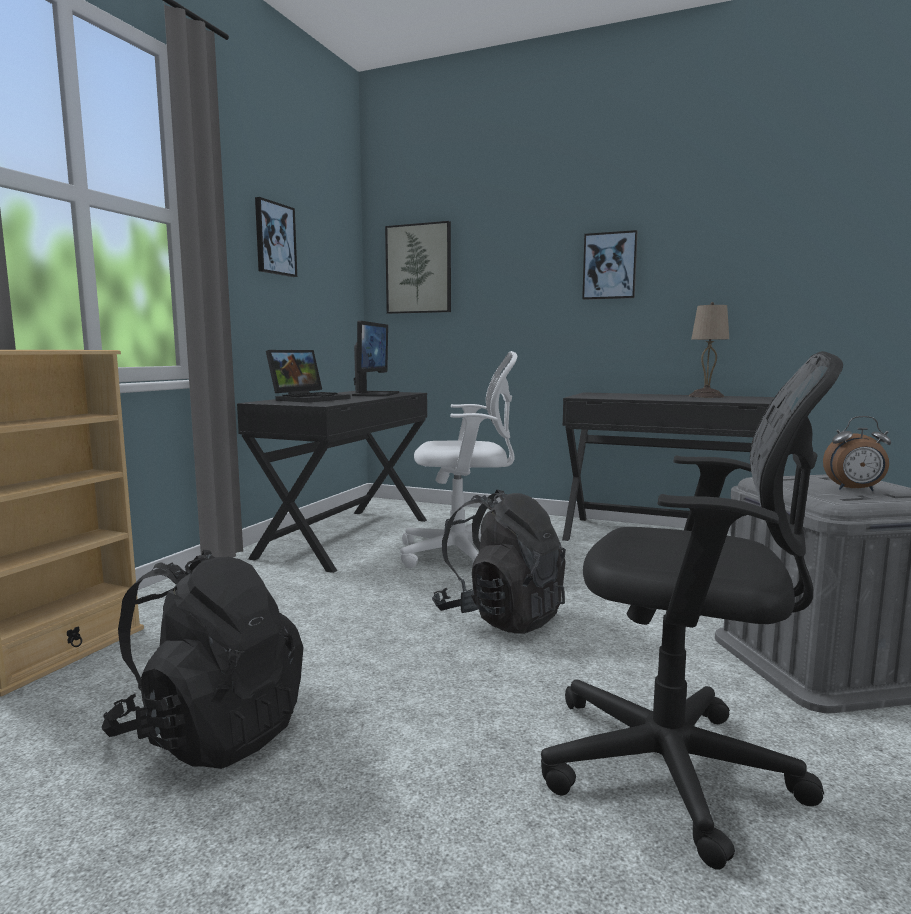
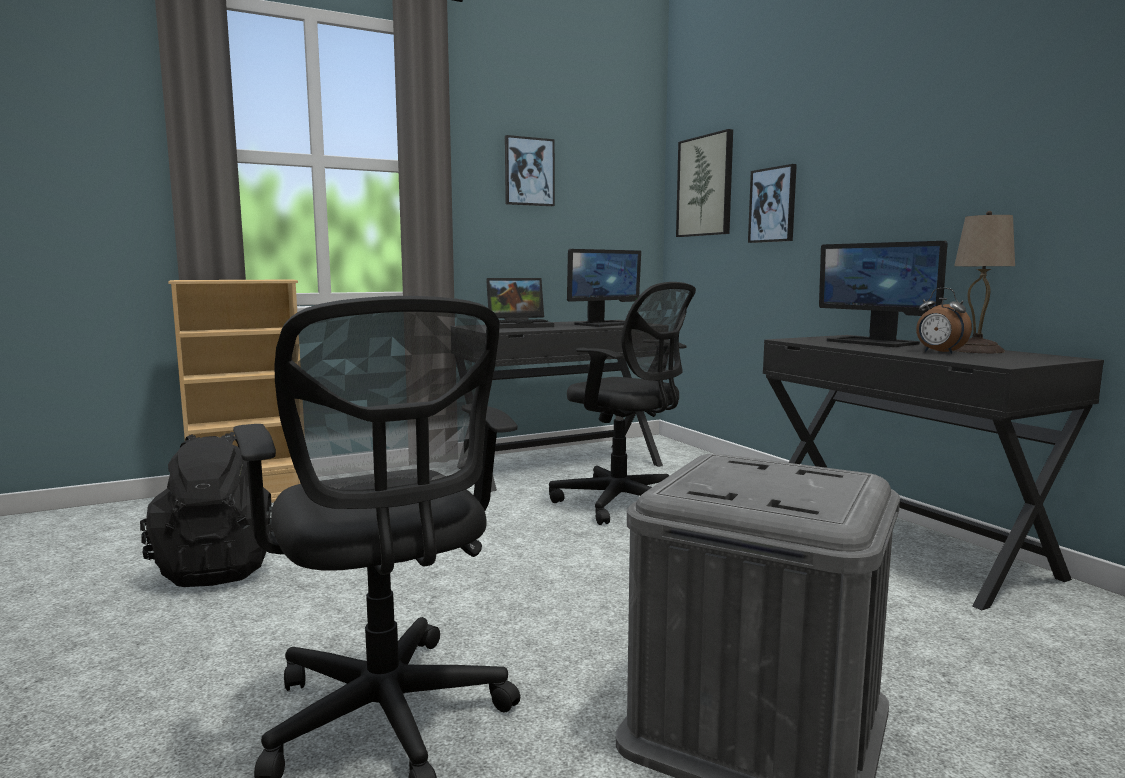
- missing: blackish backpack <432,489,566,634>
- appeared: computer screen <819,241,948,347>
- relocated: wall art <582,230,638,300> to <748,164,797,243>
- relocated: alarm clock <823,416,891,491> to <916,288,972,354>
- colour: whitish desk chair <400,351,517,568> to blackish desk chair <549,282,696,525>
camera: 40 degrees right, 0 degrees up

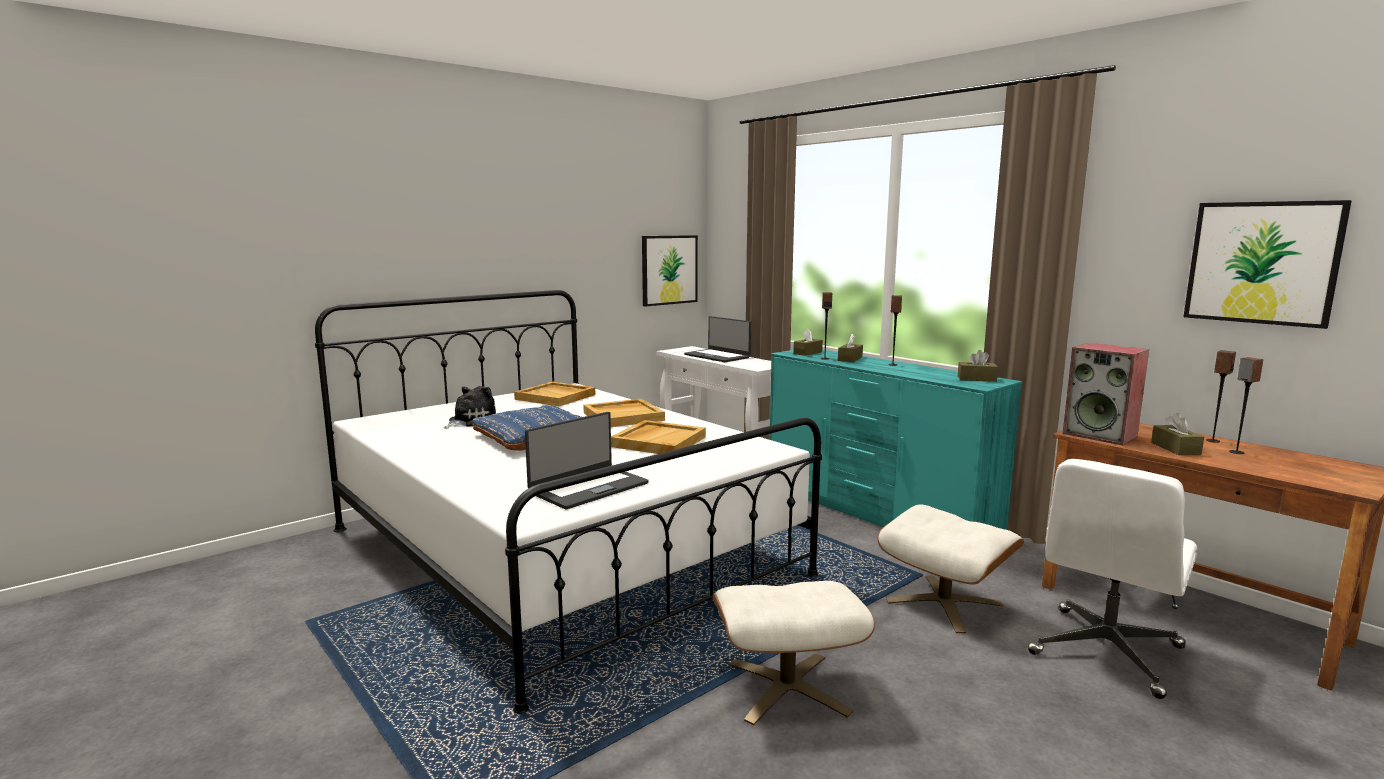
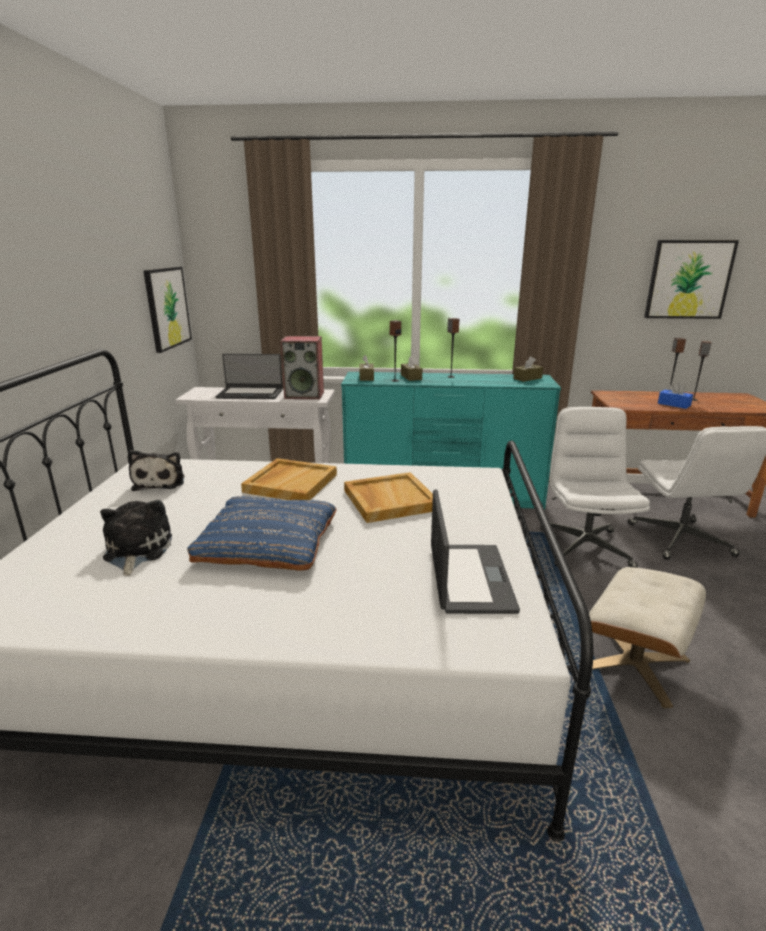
- relocated: speaker <1063,343,1149,445> to <280,336,324,399>
- exchanged: beige serving tray <514,382,595,406> to plush toy <128,450,184,491>
- exchanged: beige pouffe <877,505,1024,634> to whitish desk chair <540,407,650,568>
- colour: brown-coloured tissue box <1151,413,1204,455> to blue tissue box <658,382,693,409>
camera: 45 degrees left, 10 degrees up

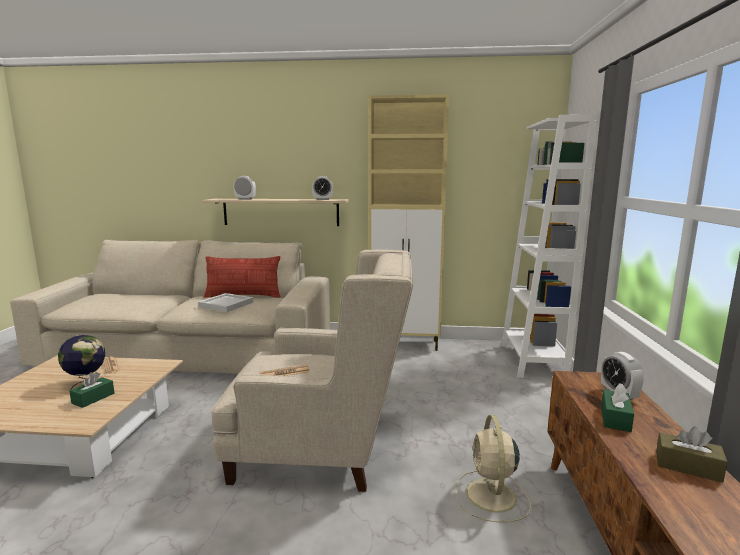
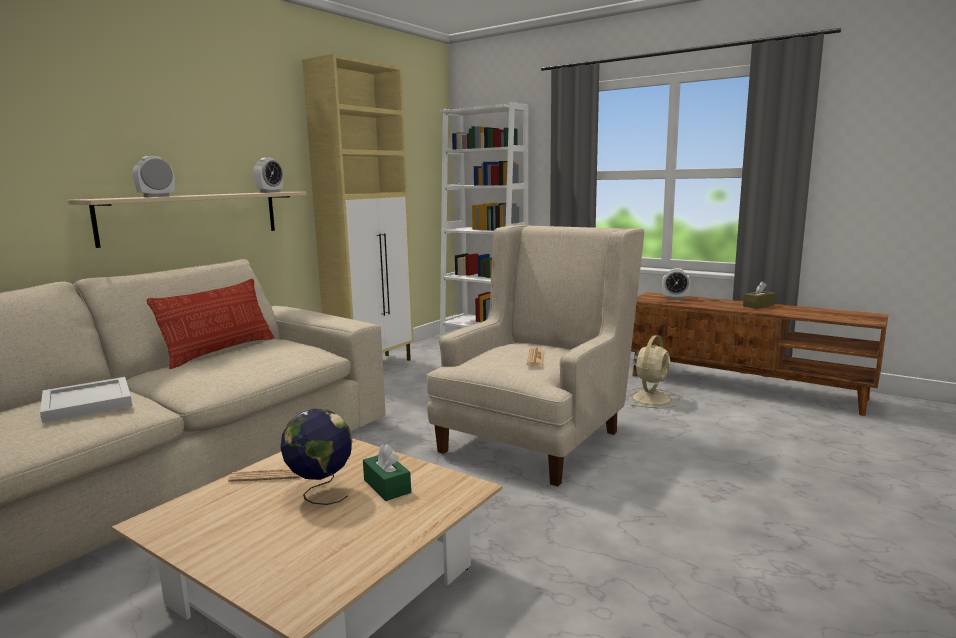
- missing: green-coloured tissue box <601,383,634,432>
- relocated: whitish serving tray <198,293,254,312> to <40,377,132,423>
- spun: beige cooling fan <455,415,531,522> = <626,335,681,409> 90 degrees counterclockwise
camera: 60 degrees left, 0 degrees up

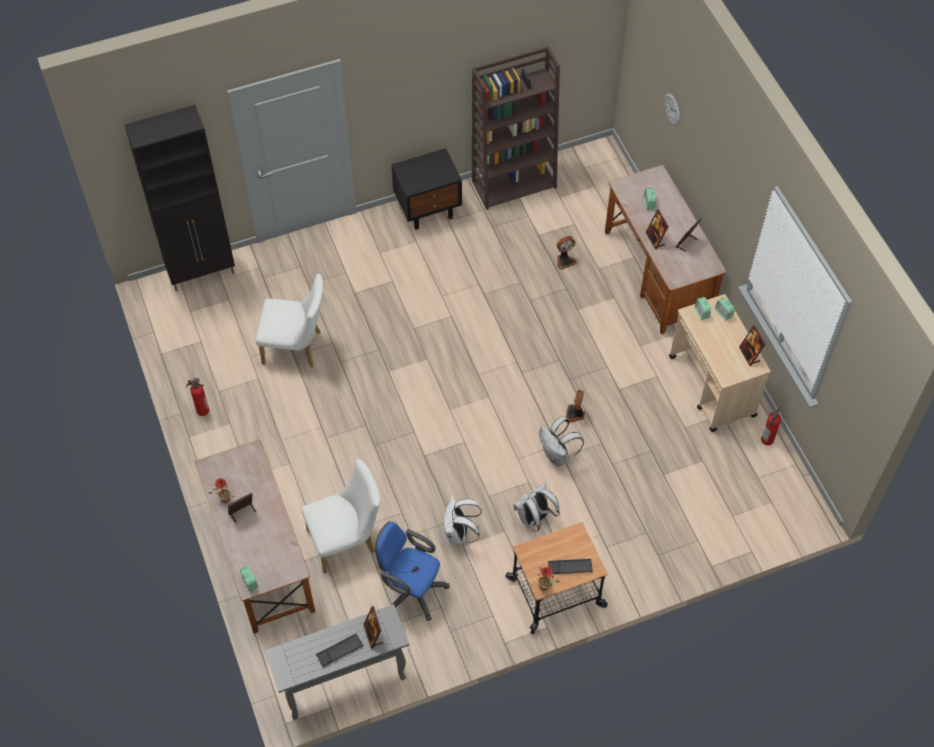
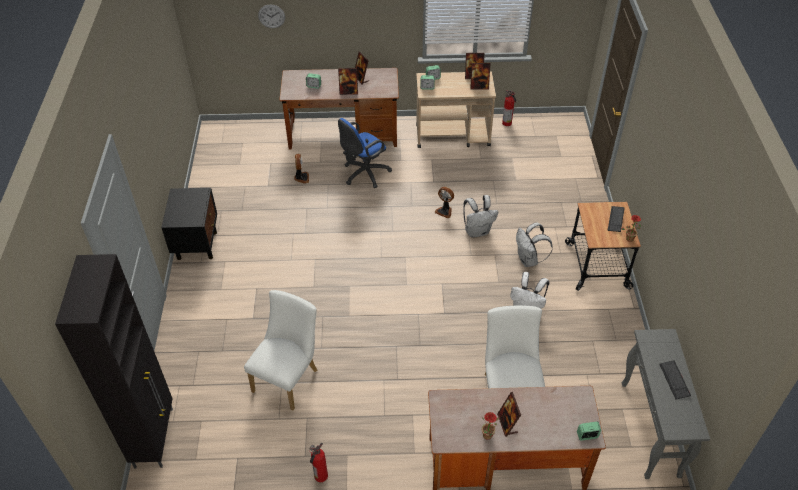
- missing: brown-coloured bookcase <472,46,560,210>
- relocated: picture frame <363,606,384,649> to <470,63,490,90>
- relocated: blue desk chair <375,522,450,621> to <338,118,392,188>
camera: 70 degrees left, 10 degrees down

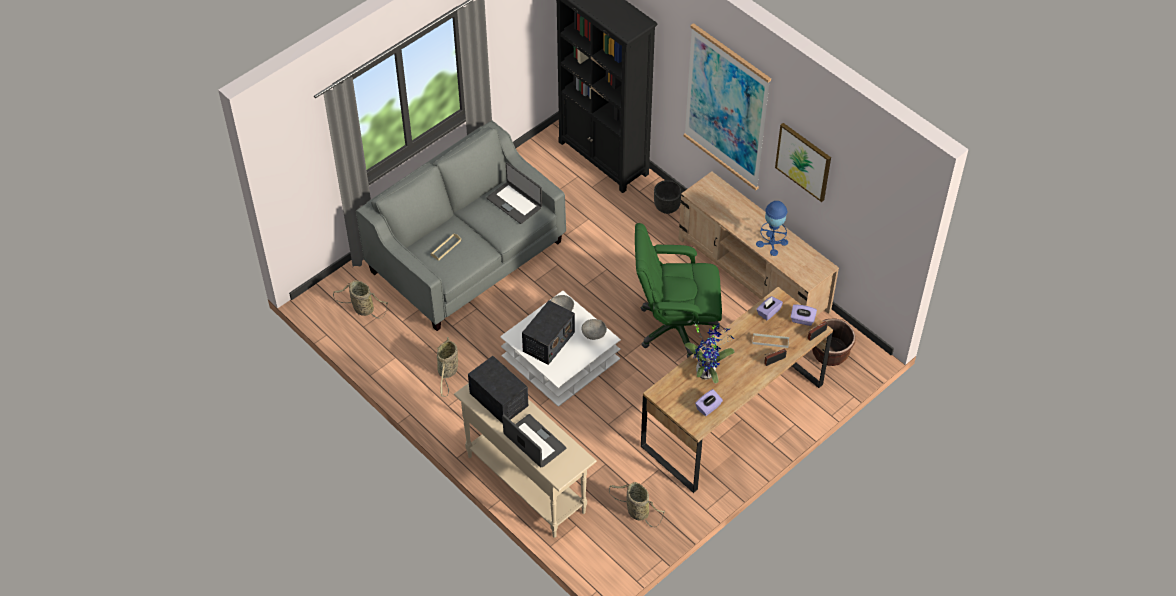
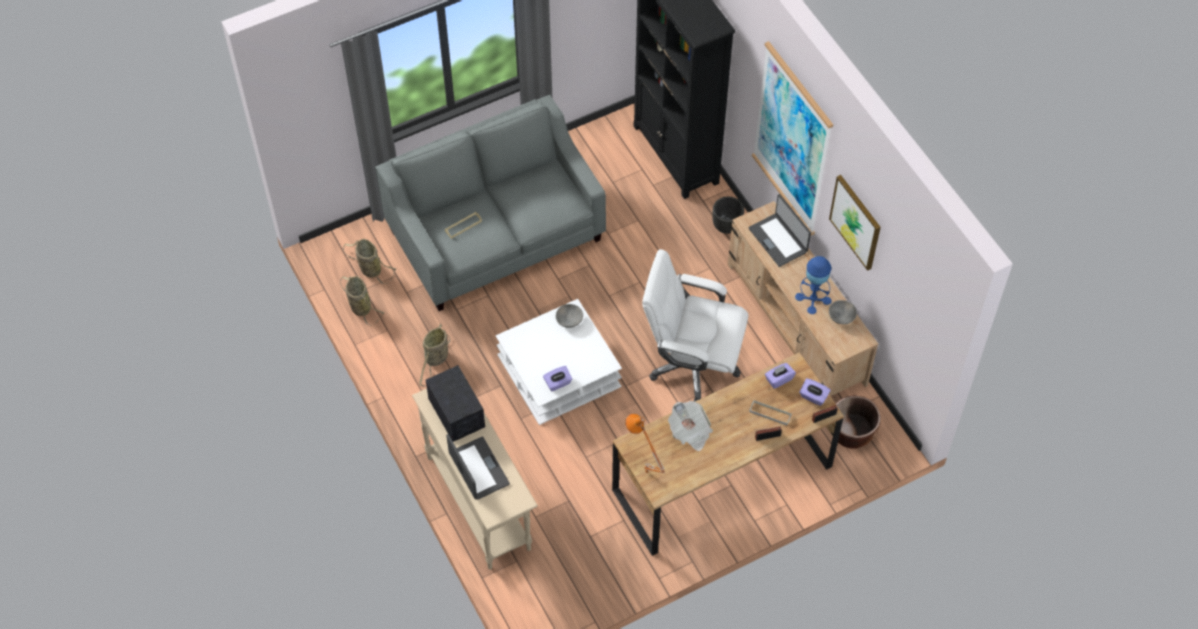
- missing: radio <522,300,575,365>
- appeared: orange tabletop lamp <625,414,665,473>
- relocated: laptop <486,162,542,224> to <748,194,811,267>
- relocated: gray bowl <581,319,607,340> to <829,300,857,324>
- relocated: storage basket <609,482,665,527> to <340,276,384,326>
- relocated: purple tissue box <695,389,723,416> to <543,366,572,391>
- exchanged: plant in a pot <684,322,735,383> to newspaper <668,401,713,451>
- colour: green-coloured desk chair <635,223,722,358> to whitish desk chair <642,249,748,402>
camera: 15 degrees right, 5 degrees up

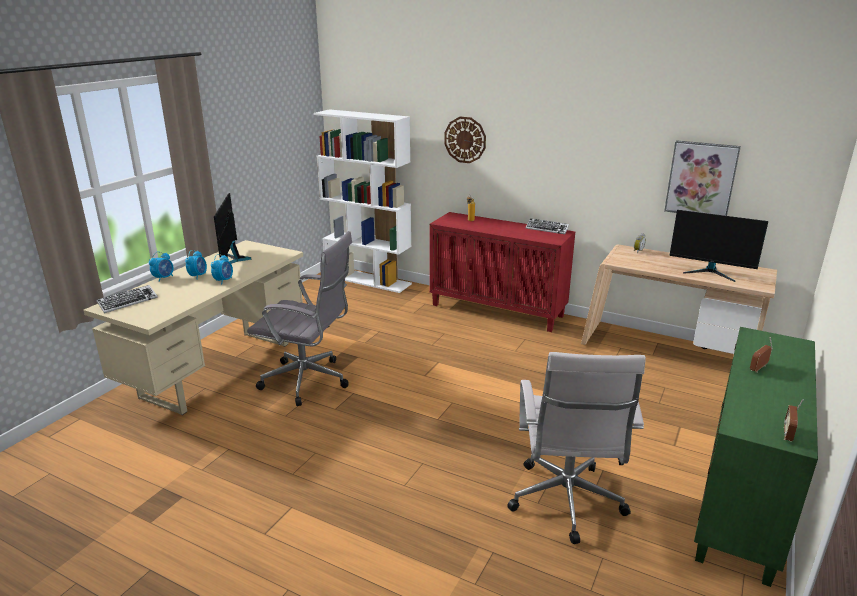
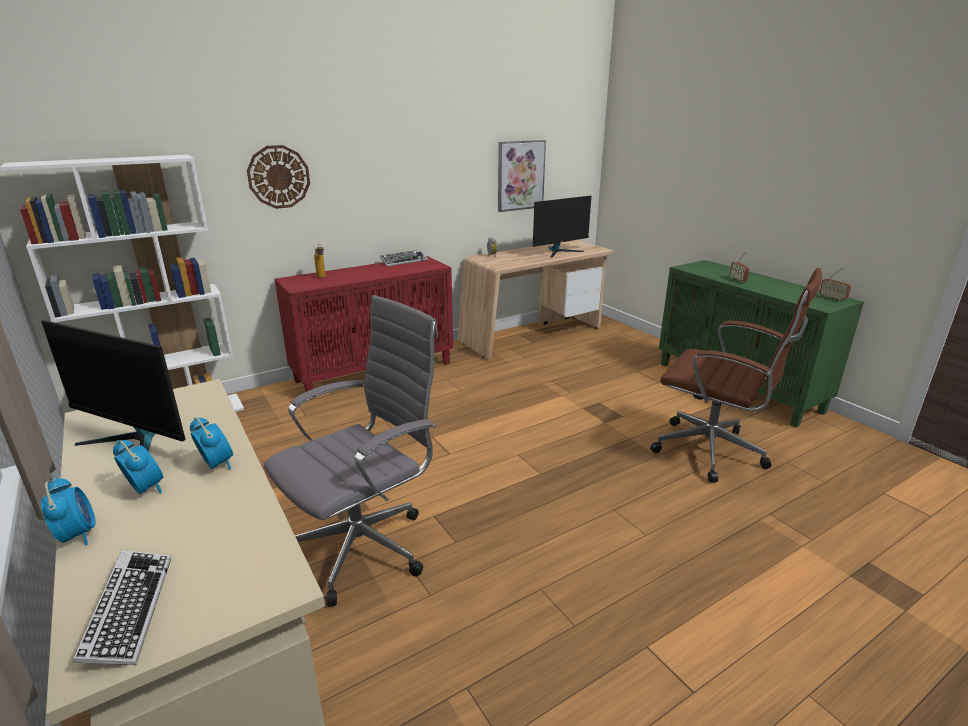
- colour: whitish desk chair <507,352,646,544> to brown-coloured desk chair <650,268,822,483>
camera: 60 degrees left, 0 degrees up

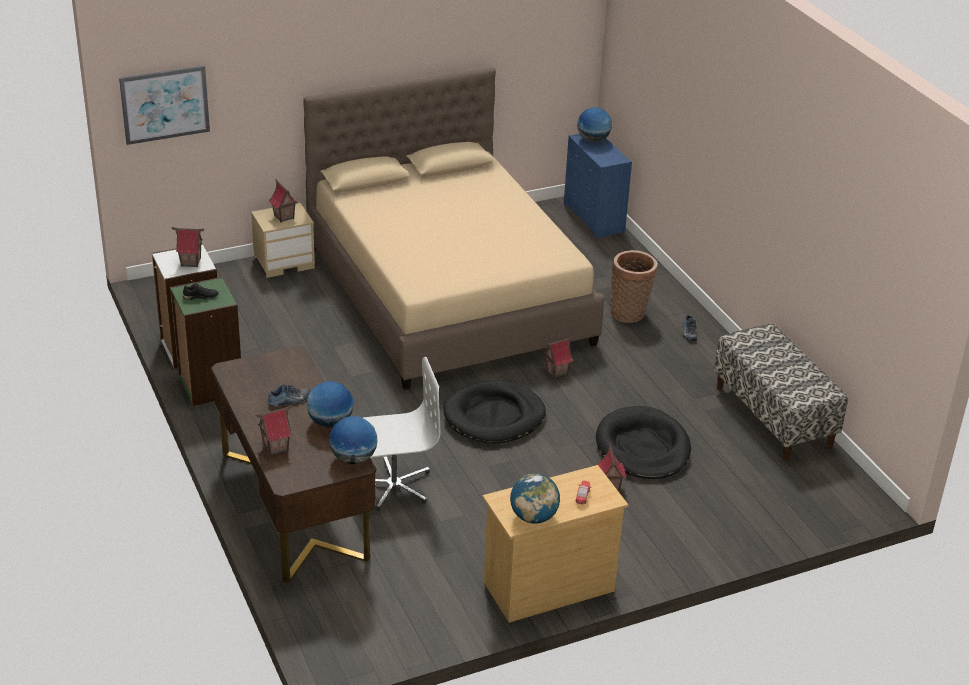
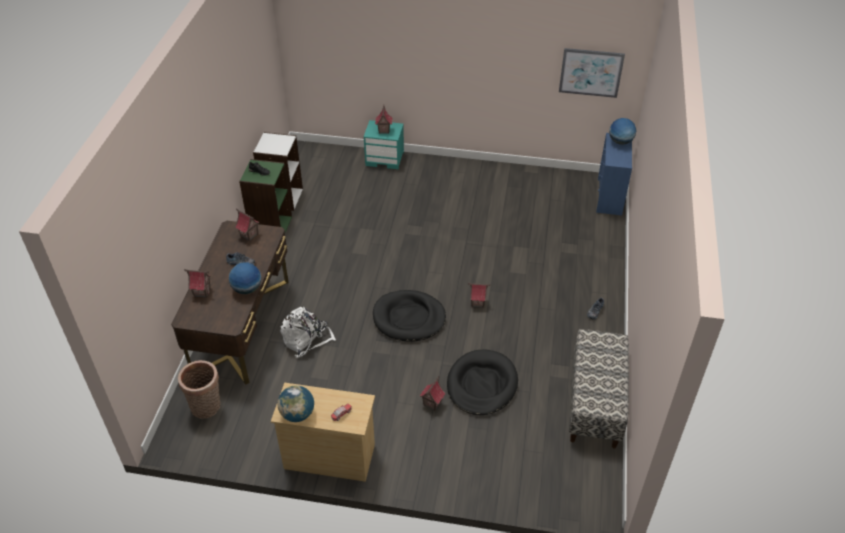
- missing: beige bedroom bed <303,67,605,390>
- missing: world globe <329,416,378,464>
- relocated: wall art <119,65,210,145> to <559,48,625,98>
- relocated: toy house <172,227,205,267> to <235,209,259,241>
- relocated: storage basket <610,250,658,323> to <178,360,220,419>
- exchanged: whitish desk chair <364,357,440,511> to whitish backpack <280,306,336,358>
- colour: beige bedside table <251,203,315,278> to blue-green bedside table <364,120,404,169>
camera: 35 degrees right, 10 degrees up

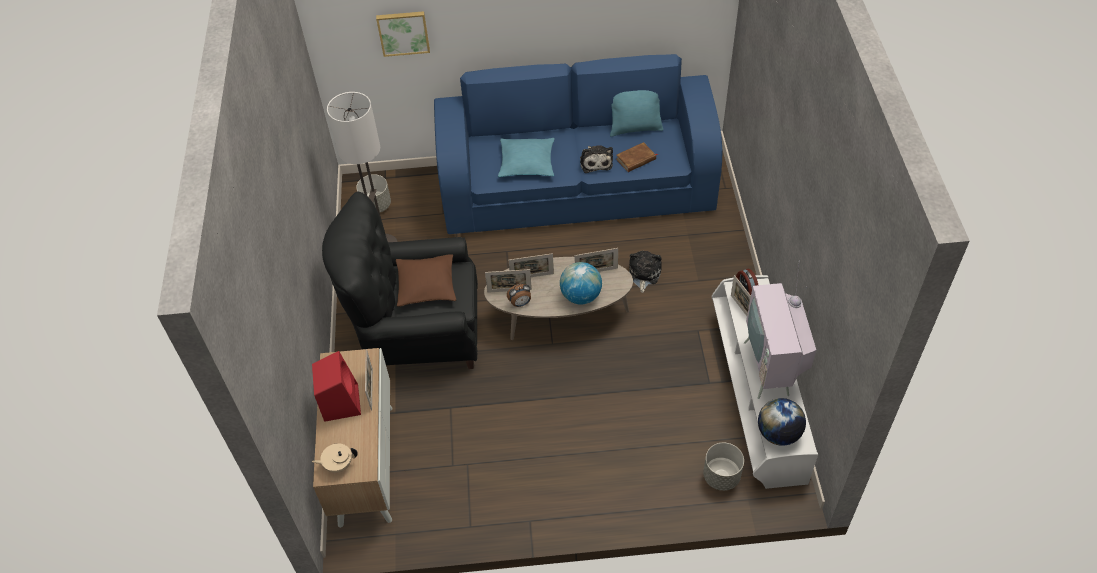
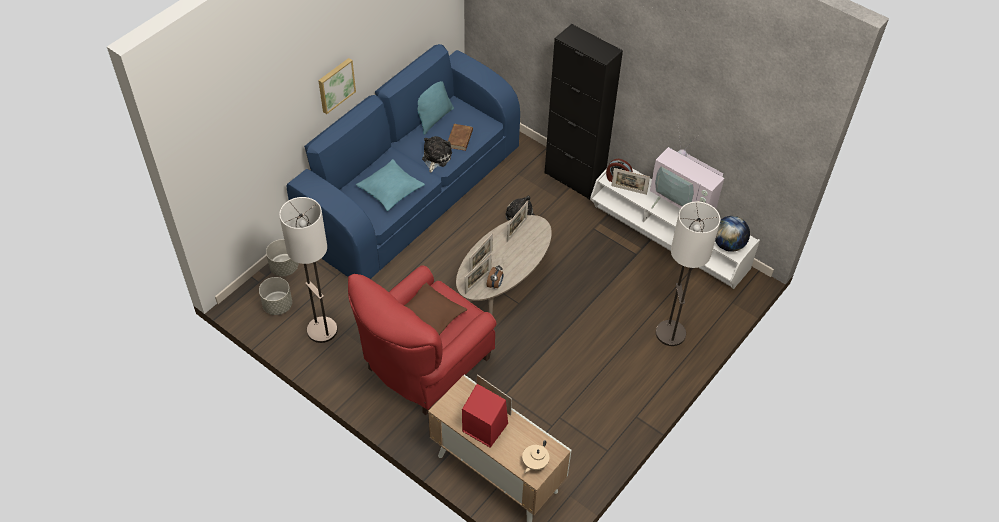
- missing: world globe <560,262,602,304>
- appeared: blackish storage cabinet <545,24,623,200>
- appeared: standing lamp <656,201,720,346>
- relocated: wall art <376,11,430,57> to <318,58,356,114>
- relocated: gray flower pot <703,443,744,491> to <266,239,298,276>
- colour: blackish easy chair <322,192,478,369> to red easy chair <348,265,497,415>
- spun: plush toy <580,145,613,173> = <422,136,452,173> 105 degrees counterclockwise
camera: 50 degrees left, 0 degrees up

